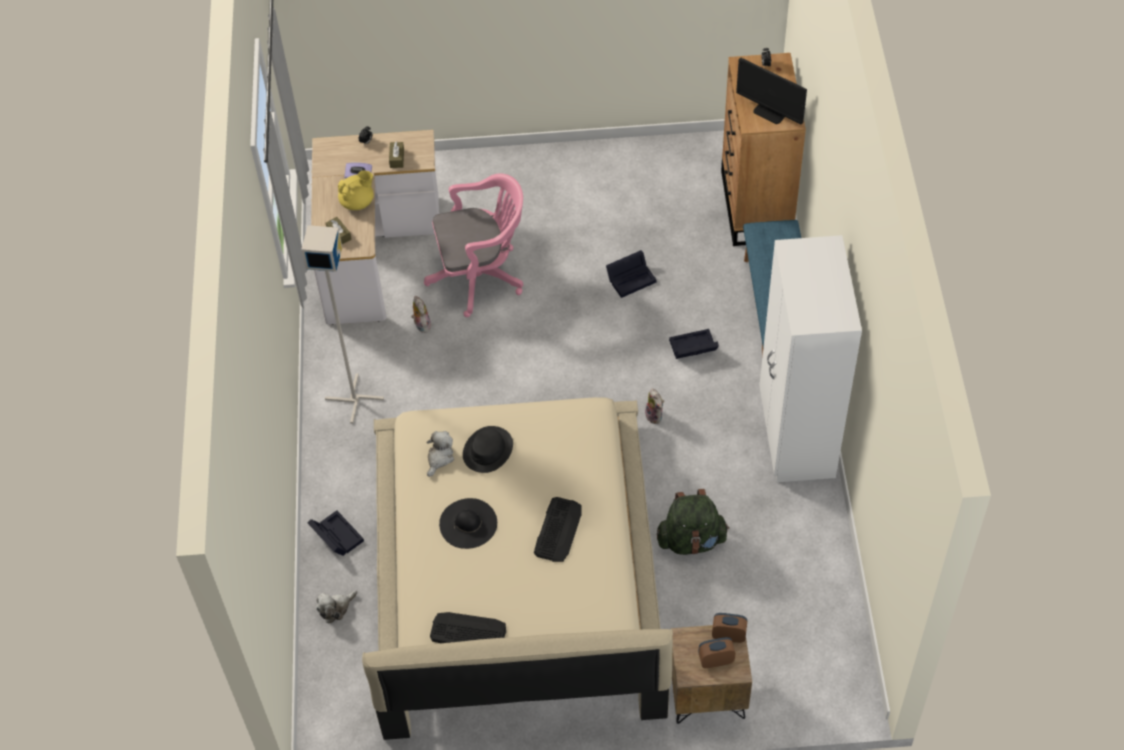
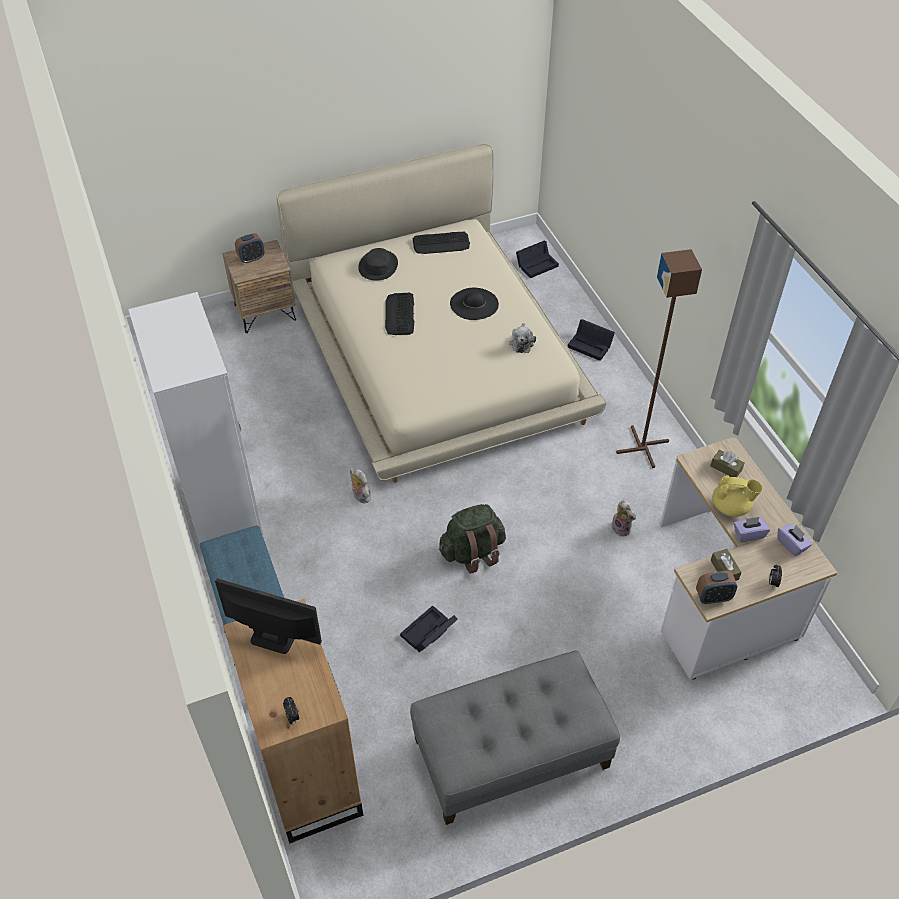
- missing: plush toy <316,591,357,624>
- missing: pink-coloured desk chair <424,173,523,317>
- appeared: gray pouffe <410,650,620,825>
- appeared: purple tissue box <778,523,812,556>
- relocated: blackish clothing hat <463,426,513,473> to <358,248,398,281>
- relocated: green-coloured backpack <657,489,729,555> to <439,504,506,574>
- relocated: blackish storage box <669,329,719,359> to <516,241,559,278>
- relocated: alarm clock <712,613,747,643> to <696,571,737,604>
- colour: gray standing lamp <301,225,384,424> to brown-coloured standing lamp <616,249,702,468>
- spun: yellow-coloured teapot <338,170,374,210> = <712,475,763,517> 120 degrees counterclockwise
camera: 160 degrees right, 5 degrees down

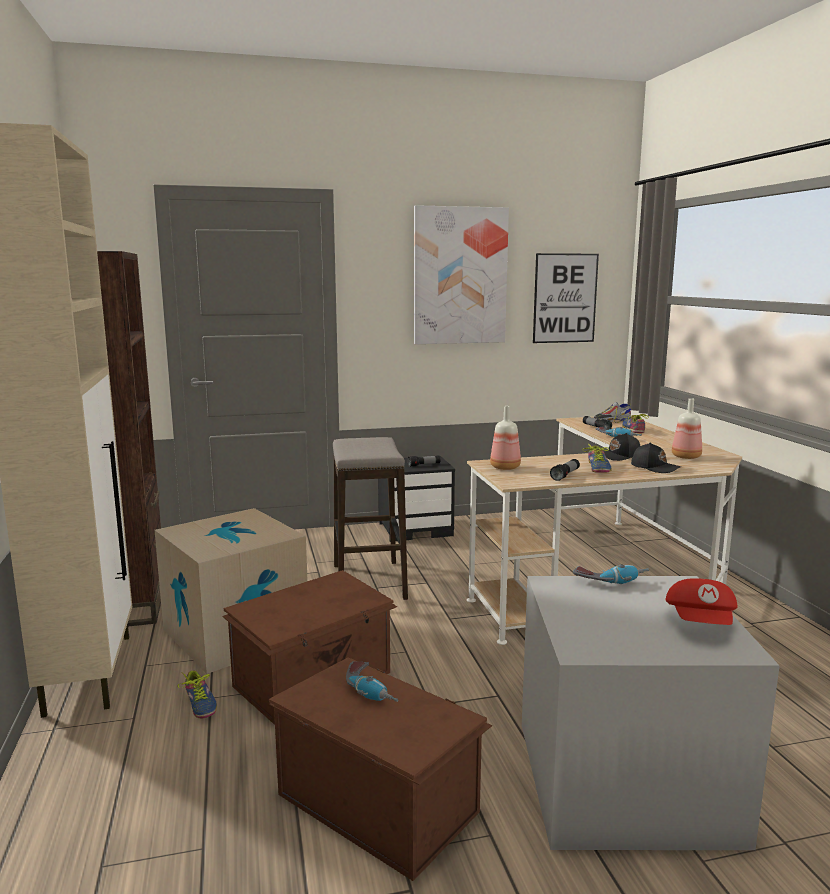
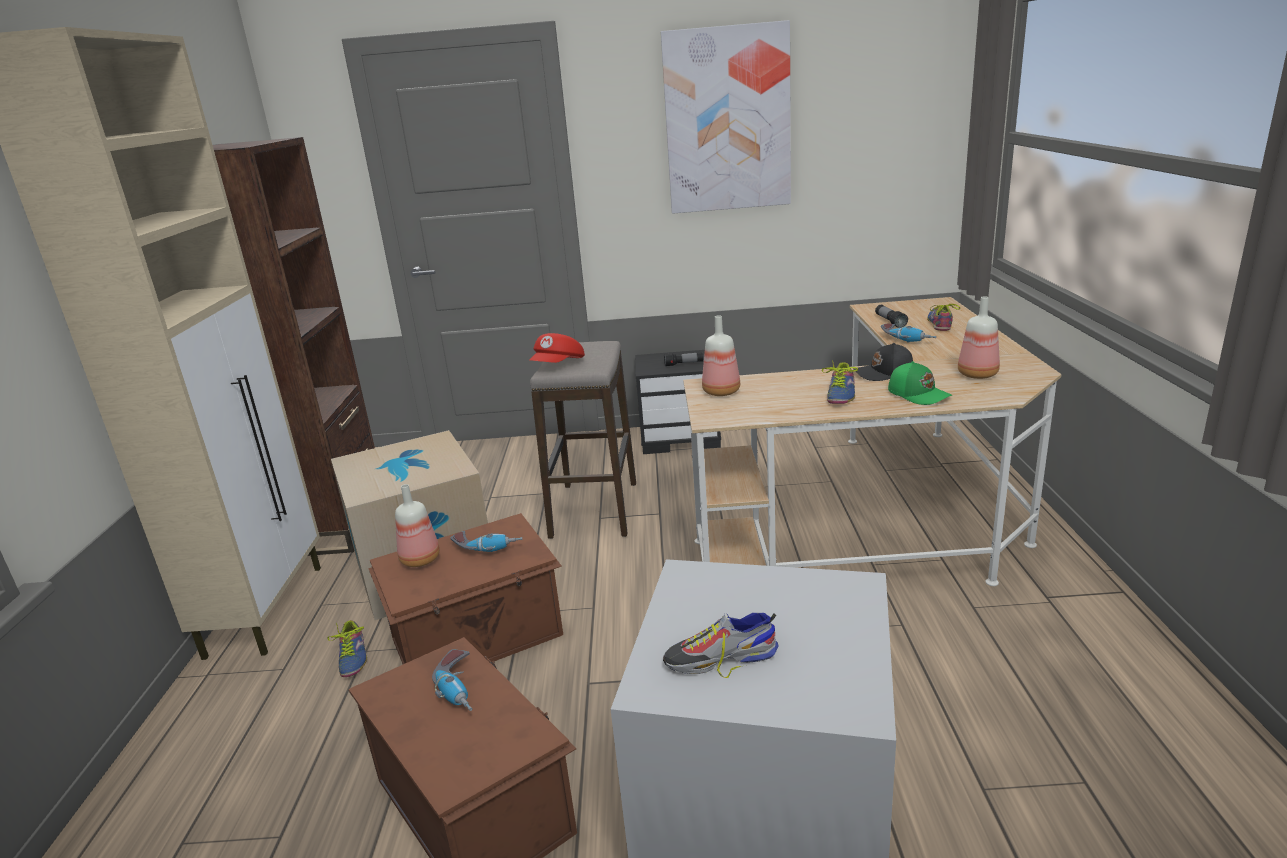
- missing: wall art <533,253,599,343>
- missing: flashlight <550,459,580,481>
- appeared: bottle <395,484,440,567>
- relocated: power drill <573,564,649,584> to <450,531,523,552>
- relocated: shoe <594,402,631,423> to <663,613,779,678>
- relocated: red cap <665,578,738,625> to <530,333,585,363>
- colour: blackish cap <631,443,681,473> to green-coloured cap <888,361,952,405>
camera: 15 degrees right, 10 degrees up

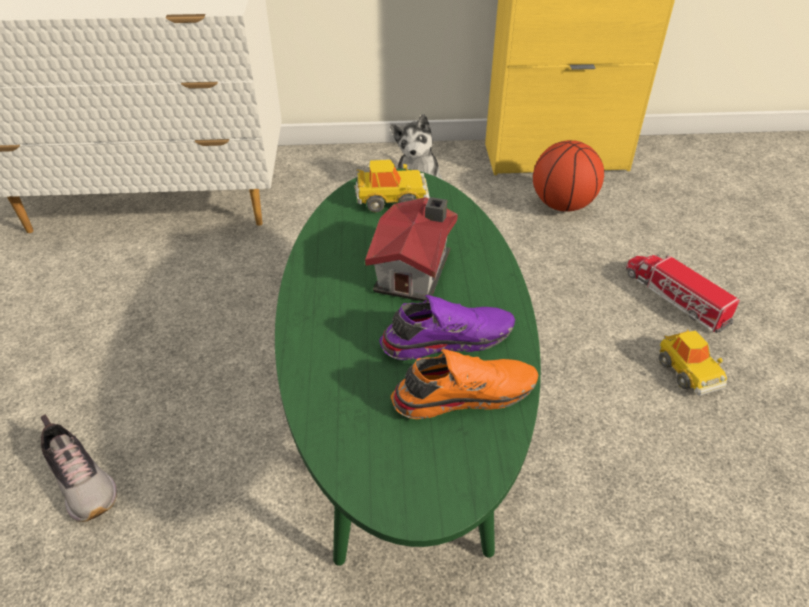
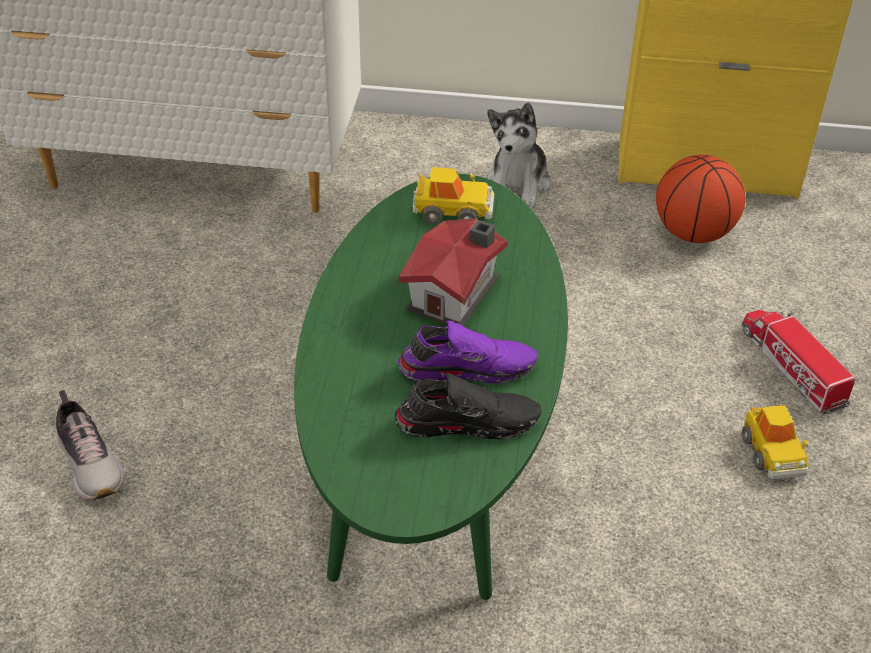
- colour: orange shoe <391,349,538,419> to blackish shoe <395,373,542,439>
camera: 10 degrees right, 0 degrees up

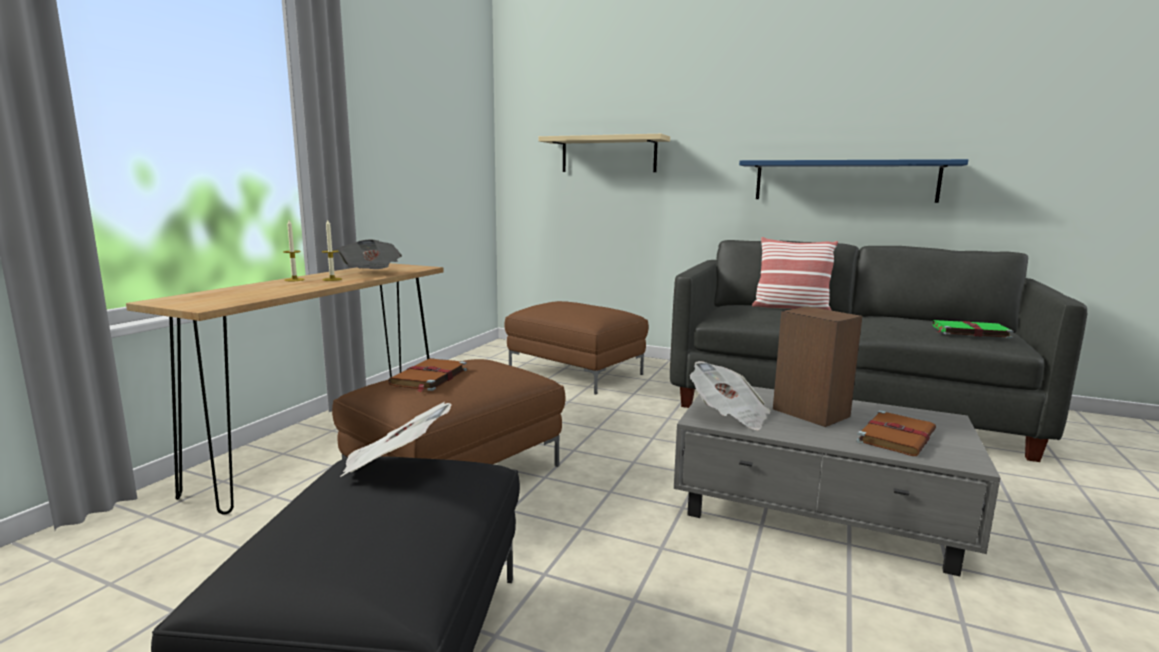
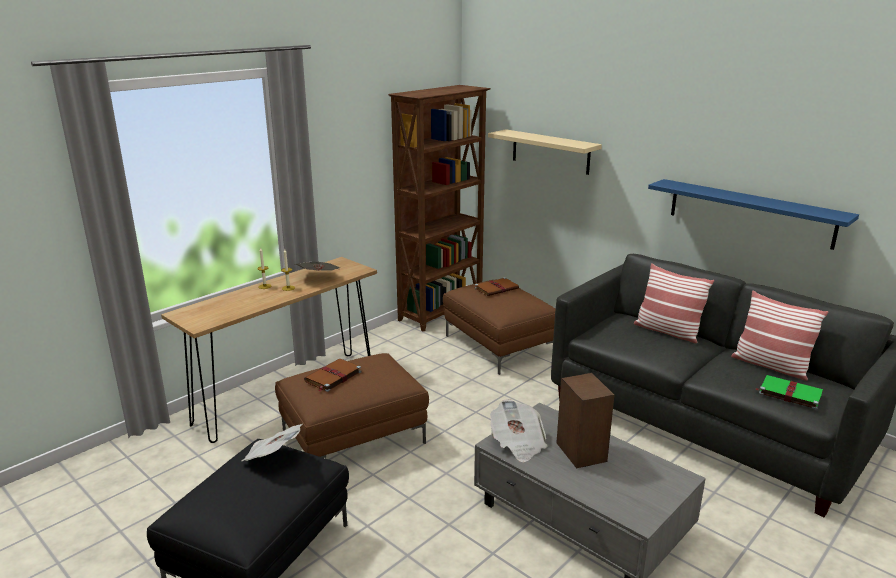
- appeared: brown-coloured bookcase <388,85,491,332>
- appeared: throw pillow <731,291,828,381>
- relocated: brown-coloured bound book <856,410,936,456> to <475,277,519,296>
camera: 20 degrees right, 10 degrees up

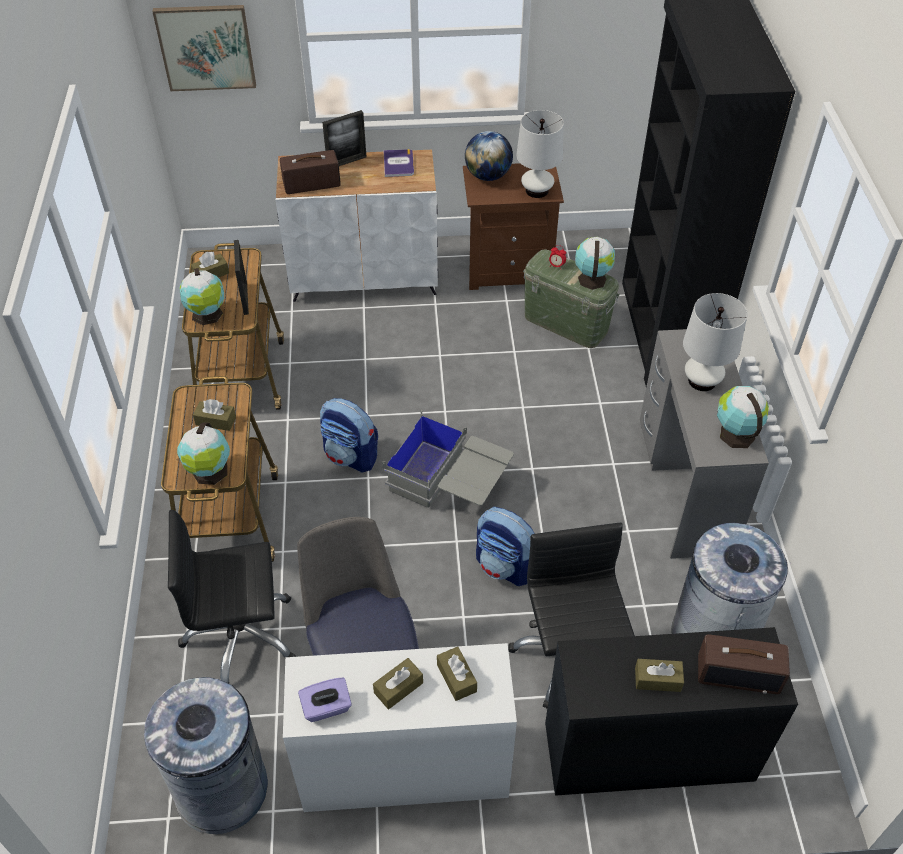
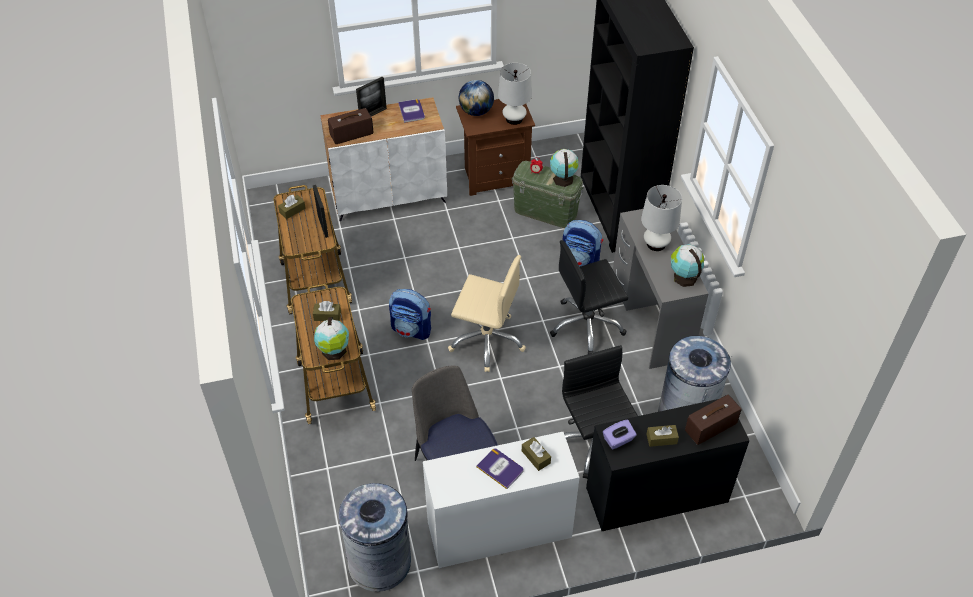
- missing: wall art <152,5,256,91>
- missing: world globe <180,268,224,325>
- relocated: blackish desk chair <168,510,296,684> to <550,240,628,354>
- relocated: purple tissue box <298,677,352,722> to <603,420,636,449>
- relocated: backpack <476,507,535,586> to <563,220,603,267>
- exchanged: brown-coloured tissue box <373,658,423,709> to bound book <476,448,524,489>
- exchanged: gray storage box <382,410,514,508> to beige desk chair <448,255,526,372>
- spun: radio <698,634,790,694> = <685,395,742,445> 150 degrees clockwise
camera: 10 degrees left, 0 degrees up

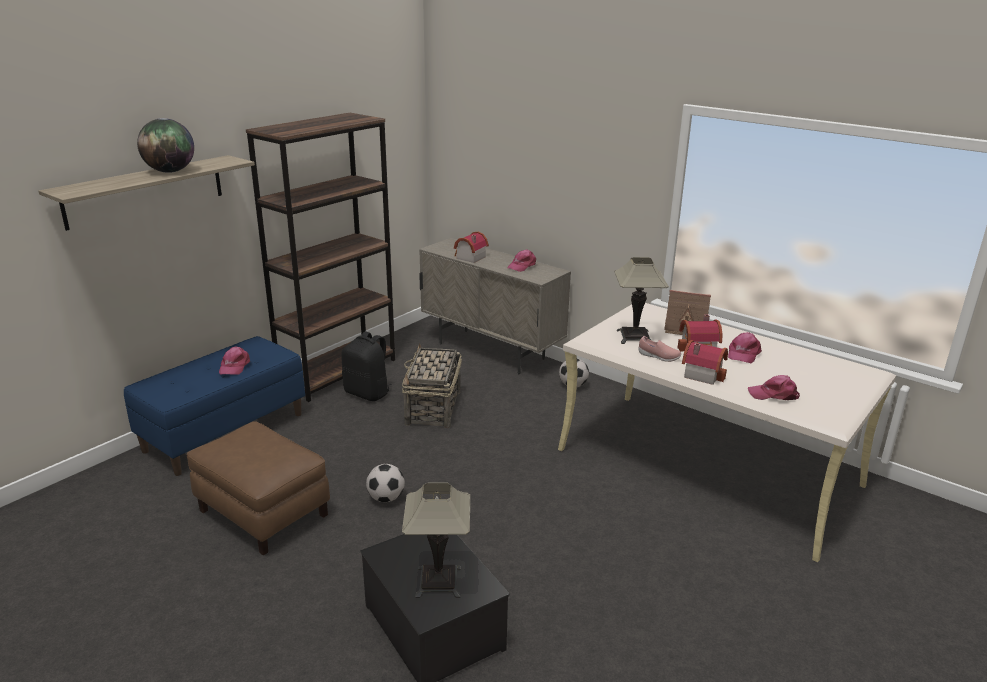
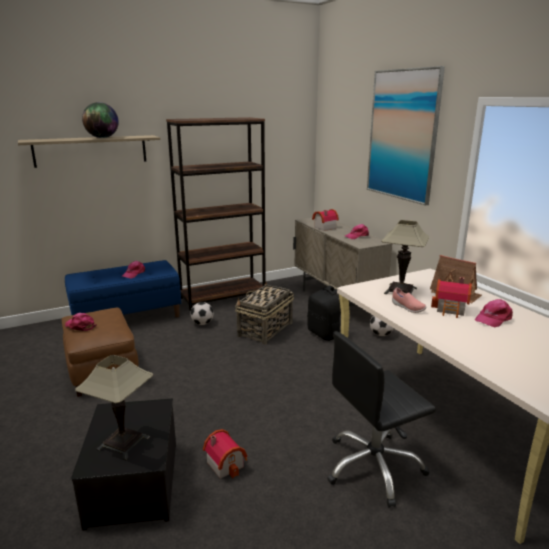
- appeared: blackish desk chair <327,331,436,508>
- appeared: wall art <367,66,445,206>
- relocated: blackish backpack <341,332,392,401> to <307,285,341,341>
- relocated: football <366,464,405,502> to <190,302,214,325>
- relocated: toy house <682,340,728,385> to <203,429,247,479>
- relocated: pink-coloured cap <748,375,800,400> to <65,313,97,331>
camera: 25 degrees right, 5 degrees down

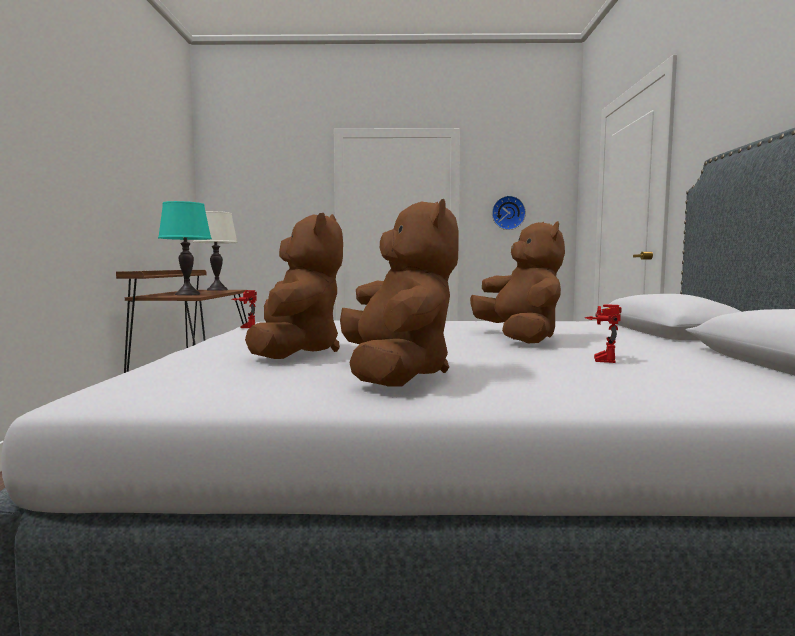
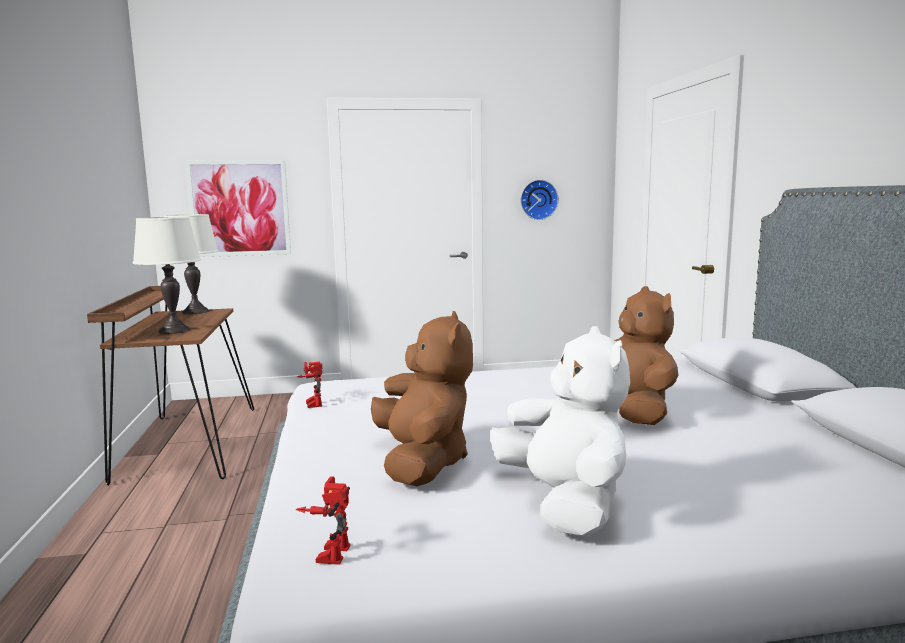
- appeared: wall art <185,160,291,257>
- relocated: toy robot <585,304,622,363> to <296,476,350,565>
- colour: blue-green tabletop lamp <158,201,212,295> to whitish tabletop lamp <133,217,201,334>
- colour: brown-coloured plush toy <340,199,459,387> to whitish plush toy <491,326,630,537>
camera: 10 degrees left, 5 degrees up

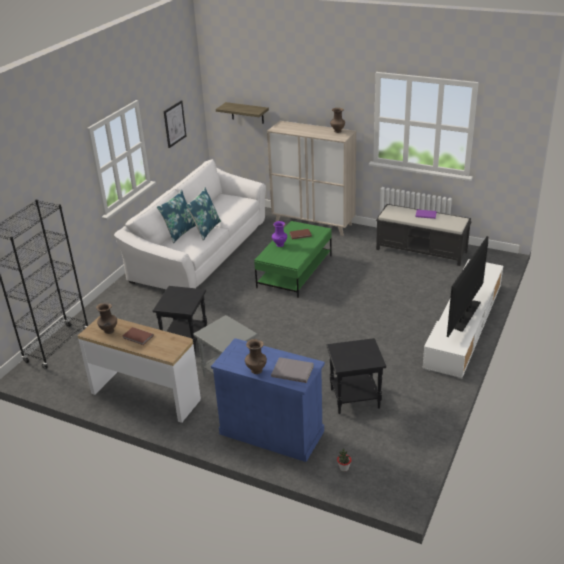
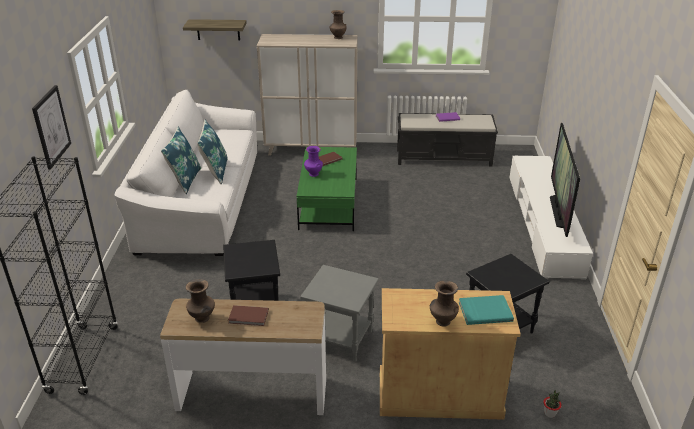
- relocated: wall art <164,101,186,148> to <32,85,71,169>
- colour: blue storage cabinet <211,338,325,462> to beige storage cabinet <380,288,521,420>
- colour: gray bound book <271,357,314,383> to blue-green bound book <459,295,514,325>
camera: 25 degrees left, 0 degrees up

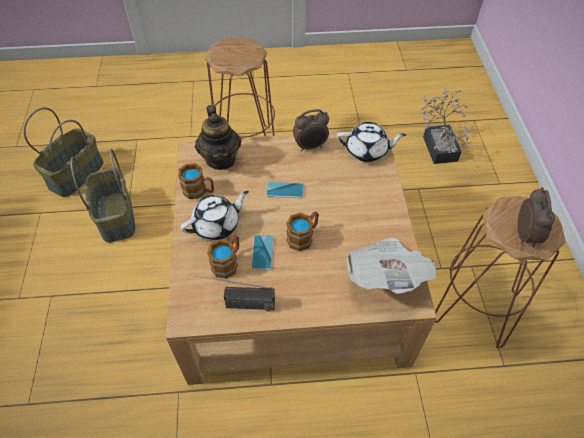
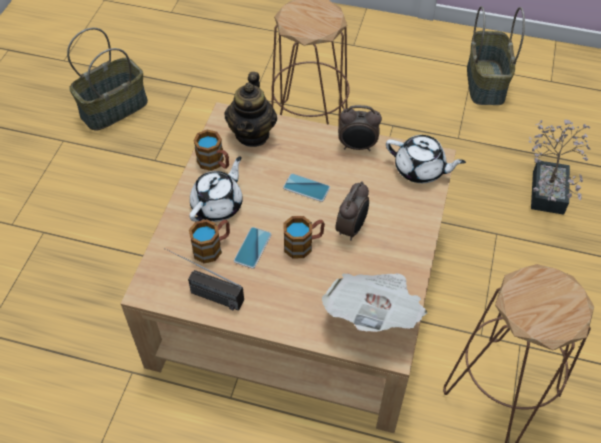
- relocated: storage basket <70,149,135,243> to <467,6,525,105>
- relocated: alarm clock <517,187,555,247> to <336,181,369,241>
- spun: whitish teapot <180,191,249,240> = <189,156,243,222> 45 degrees counterclockwise
camera: 20 degrees right, 0 degrees up

